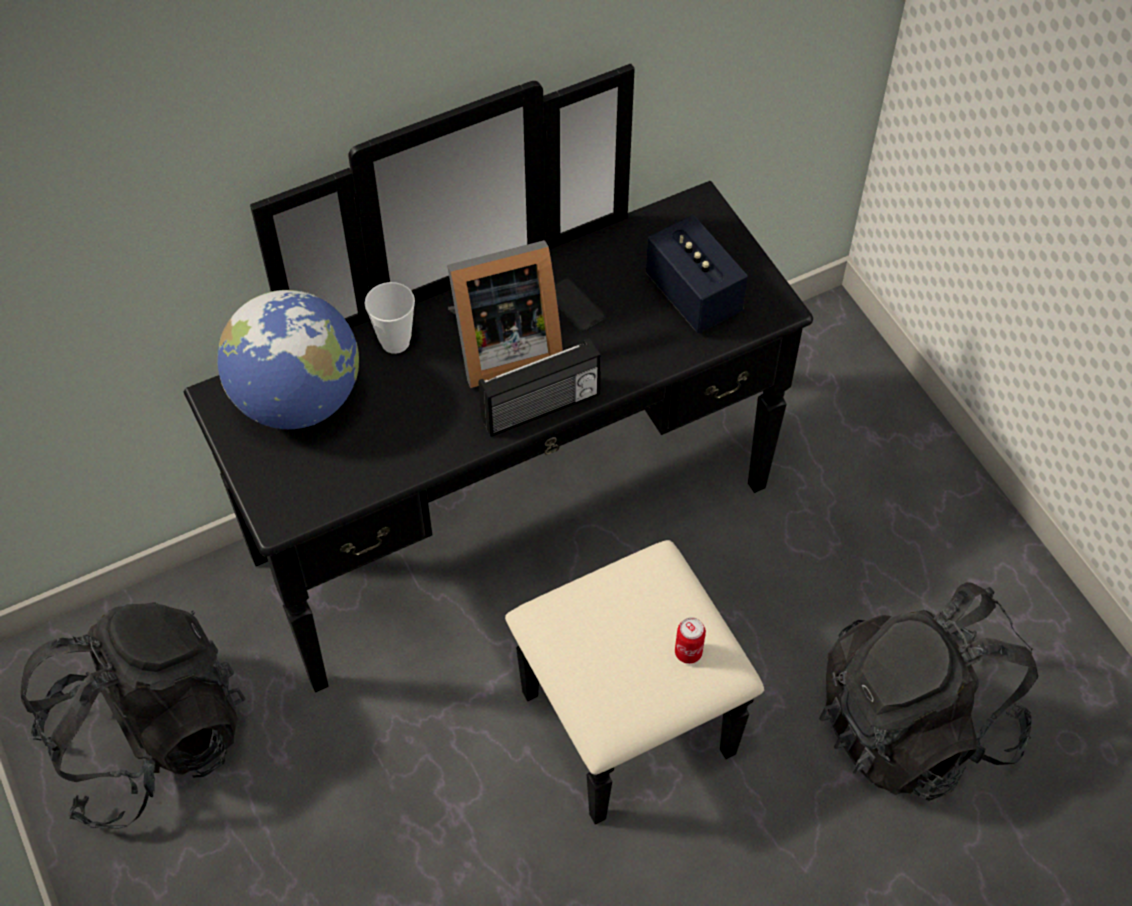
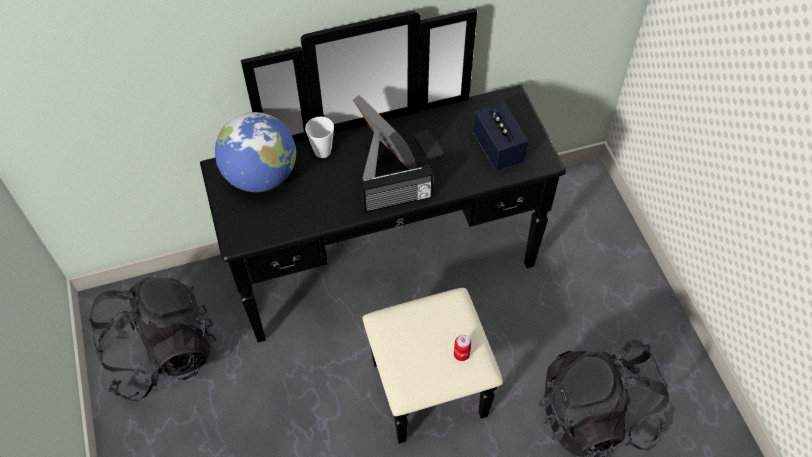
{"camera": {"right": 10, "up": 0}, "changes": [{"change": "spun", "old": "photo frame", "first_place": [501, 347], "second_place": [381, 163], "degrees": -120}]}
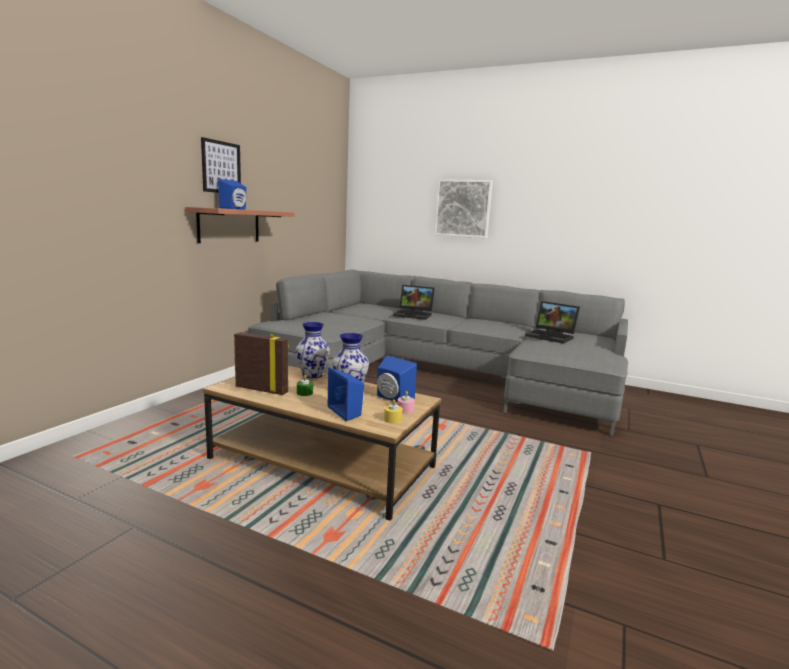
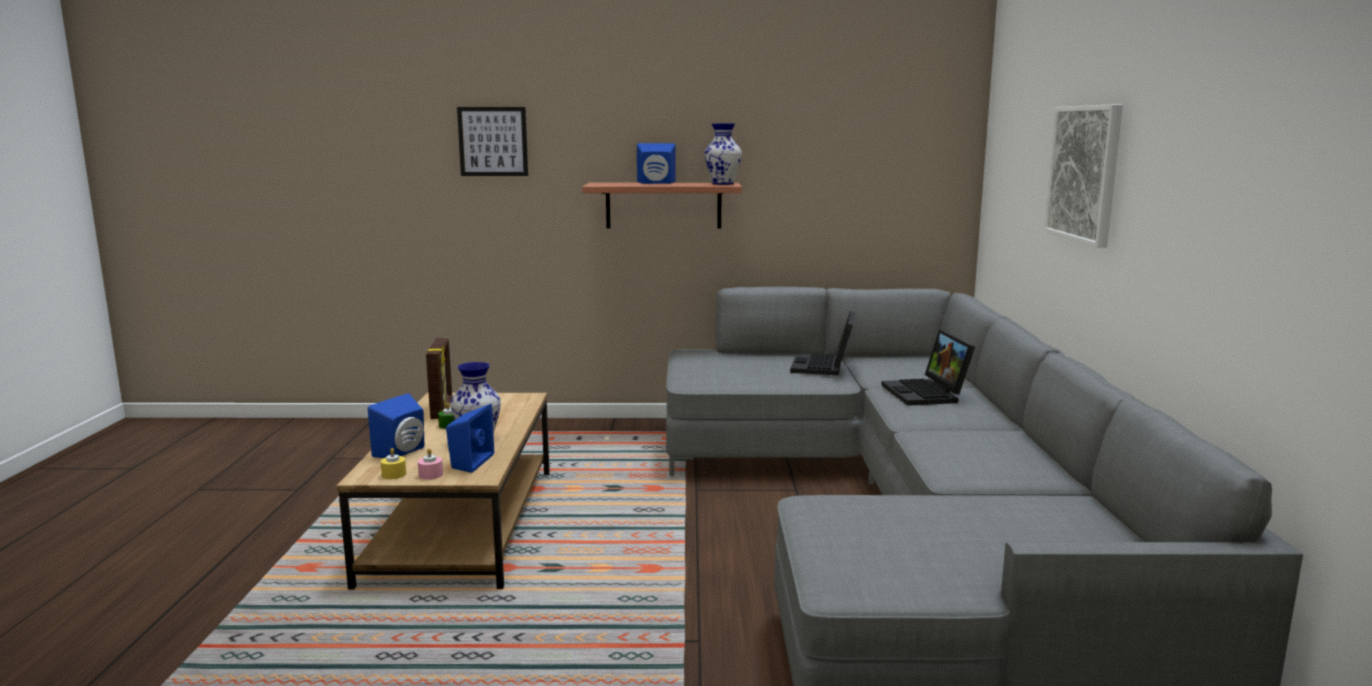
{"camera": {"right": 65, "up": 0}, "changes": [{"change": "relocated", "old": "picture", "first_place": [221, 167], "second_place": [493, 141]}, {"change": "relocated", "old": "laptop", "first_place": [552, 336], "second_place": [824, 366]}, {"change": "relocated", "old": "flower vase", "first_place": [313, 375], "second_place": [722, 183]}]}
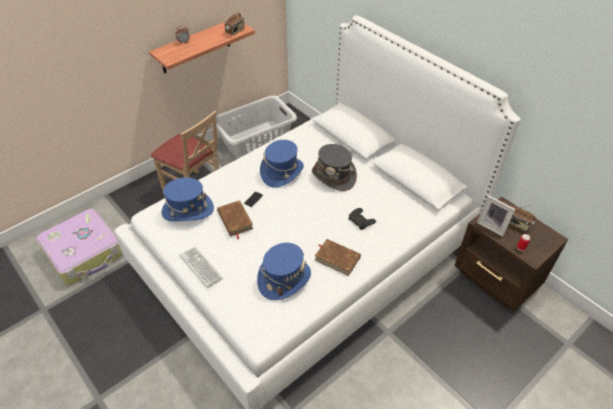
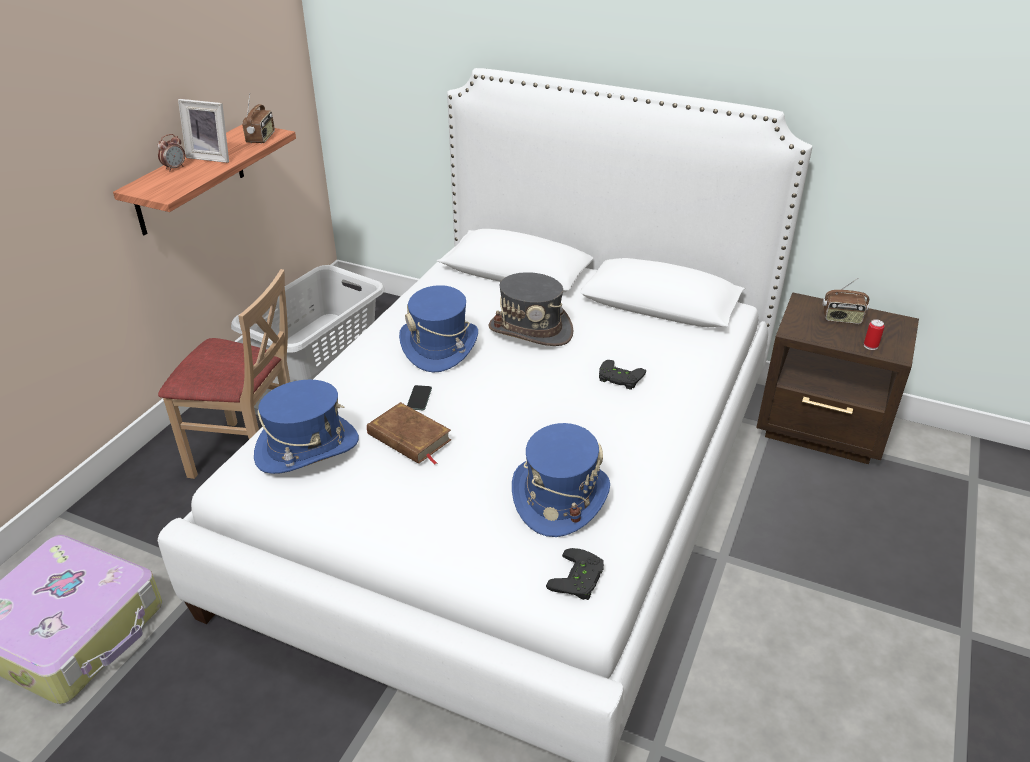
{"camera": {"right": -25, "up": -10}, "changes": [{"change": "relocated", "old": "photo frame", "first_place": [492, 226], "second_place": [212, 157]}, {"change": "missing", "old": "book (brown)", "first_place": [337, 258]}, {"change": "missing", "old": "computer keyboard", "first_place": [201, 267]}, {"change": "appeared", "new": "game controller (black)", "second_place": [580, 579]}]}
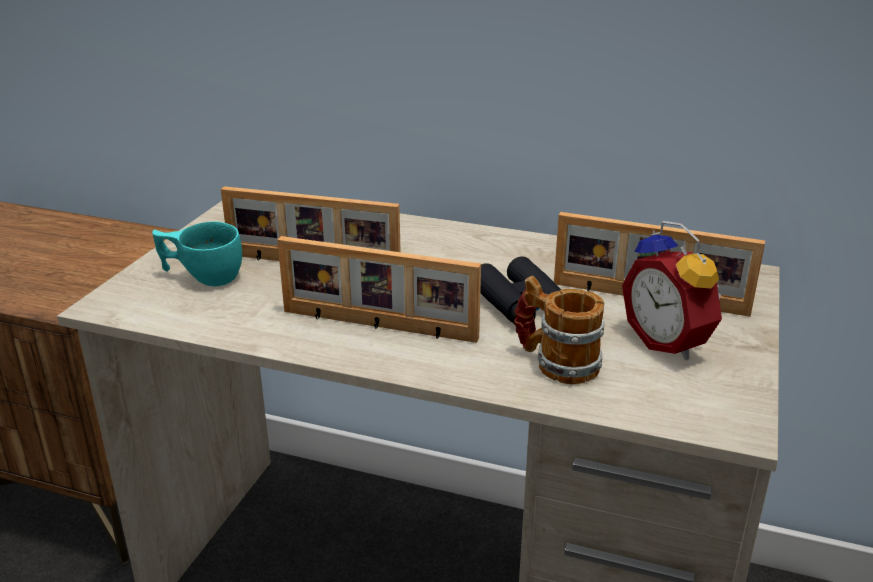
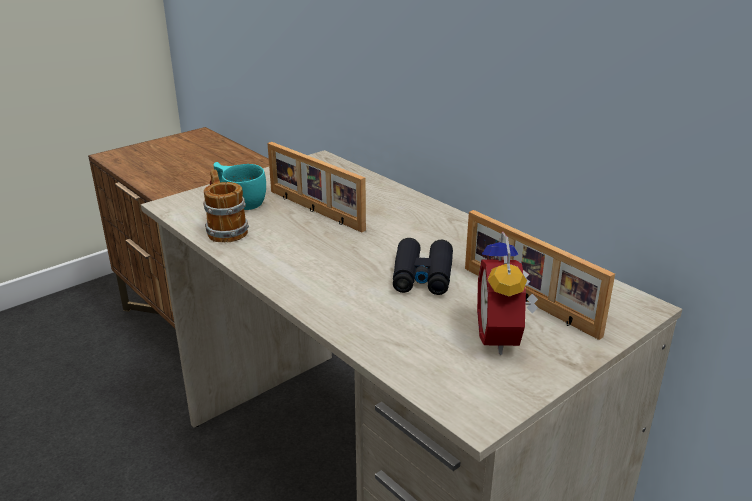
{"camera": {"right": 30, "up": 0}, "changes": [{"change": "missing", "old": "photo frame", "first_place": [378, 326]}, {"change": "relocated", "old": "tea mug", "first_place": [556, 362], "second_place": [225, 229]}]}
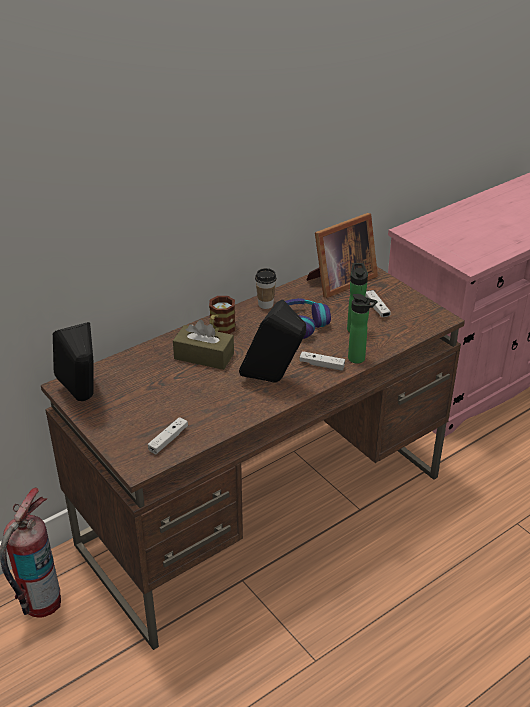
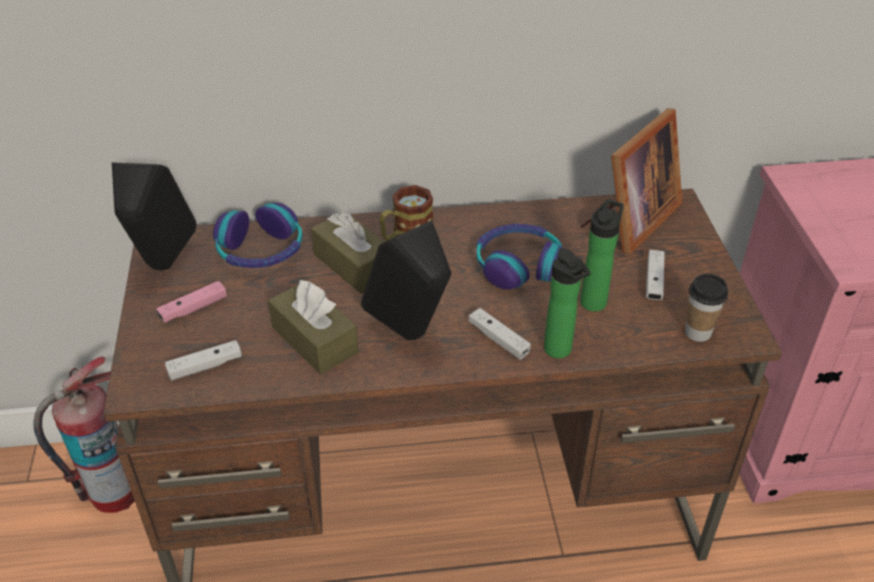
{"camera": {"right": 30, "up": 5}, "changes": [{"change": "spun", "old": "photo frame", "first_place": [339, 282], "second_place": [630, 221], "degrees": -45}, {"change": "relocated", "old": "cup", "first_place": [265, 304], "second_place": [697, 332]}, {"change": "appeared", "new": "headphones", "second_place": [261, 250]}, {"change": "appeared", "new": "tissue box (brown)", "second_place": [314, 340]}, {"change": "appeared", "new": "game controller (pink)", "second_place": [193, 308]}]}
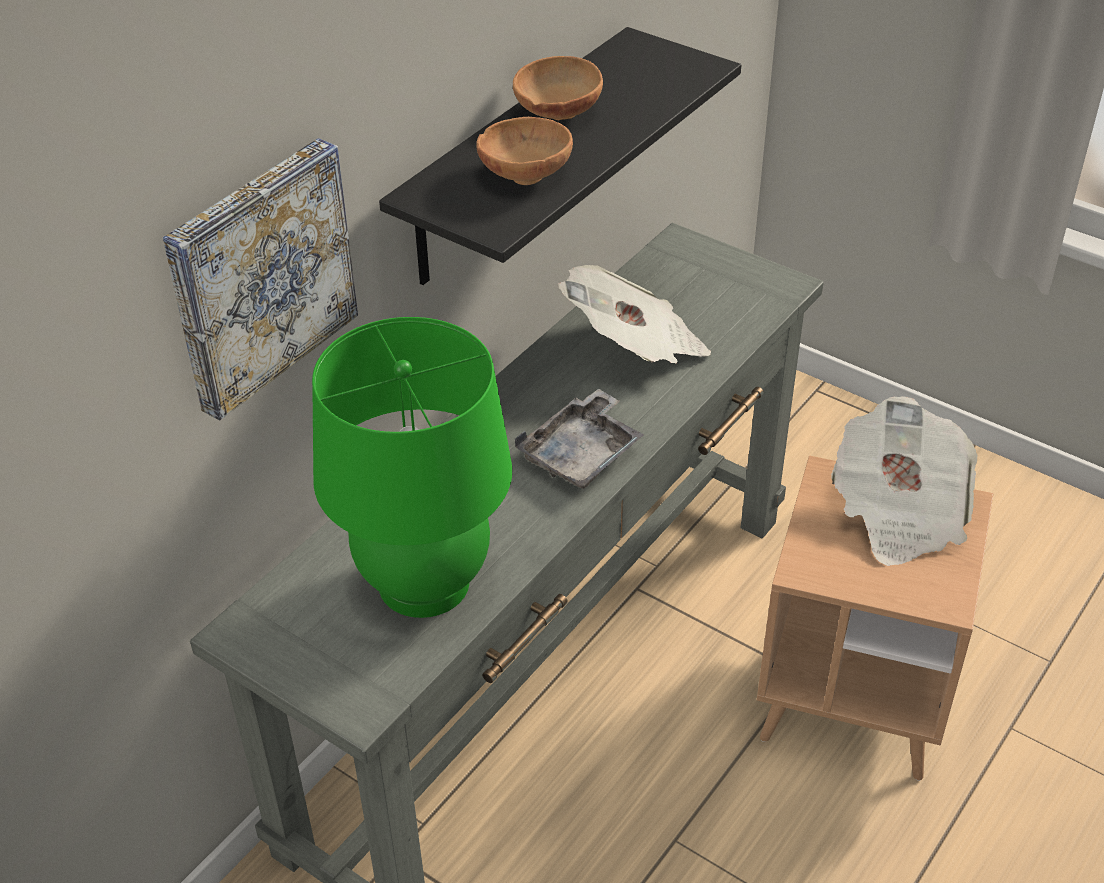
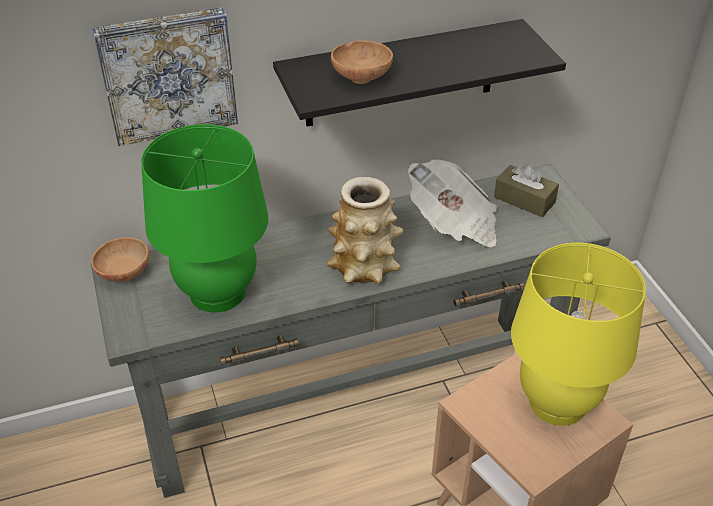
{"camera": {"right": 35, "up": 0}, "changes": [{"change": "relocated", "old": "deep dish (brown)", "first_place": [556, 113], "second_place": [123, 273]}, {"change": "exchanged", "old": "serving tray (greyish)", "new": "flower vase", "first_place": [582, 454], "second_place": [364, 267]}, {"change": "exchanged", "old": "newspaper", "new": "lamp for a table (yellow-coloured)", "first_place": [898, 512], "second_place": [557, 402]}, {"change": "appeared", "new": "tissue box (brown)", "second_place": [524, 200]}]}
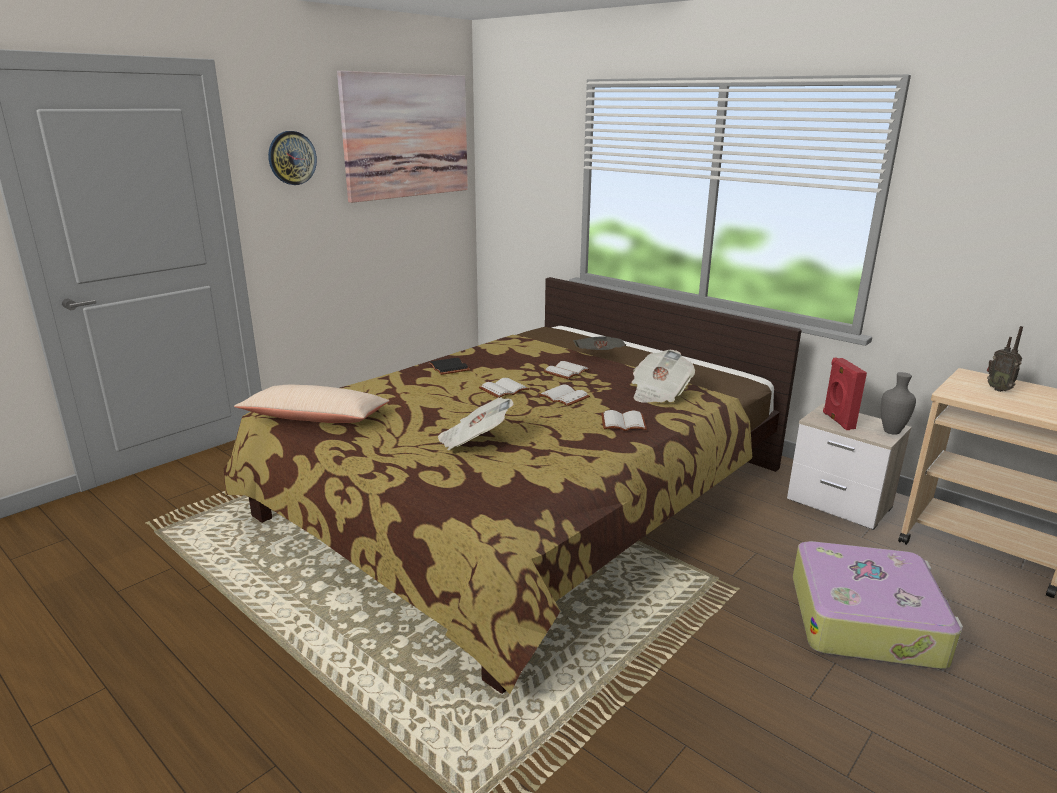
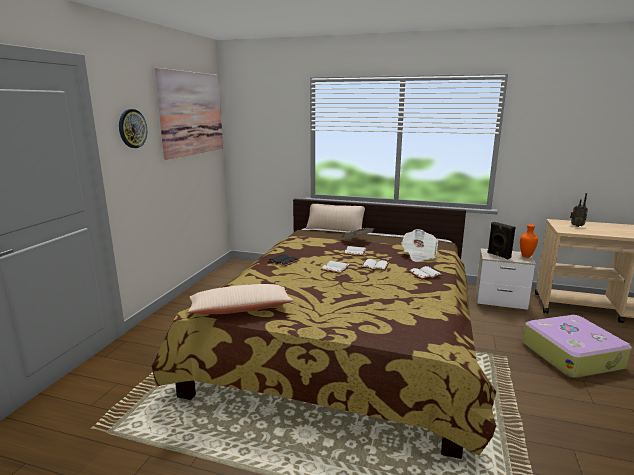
{"camera": {"right": -25, "up": -5}, "changes": [{"change": "colour", "old": "loudspeaker (red)", "new": "loudspeaker (black)", "first_place": [837, 421], "second_place": [498, 255]}, {"change": "colour", "old": "flower vase (greyish)", "new": "flower vase (orangey)", "first_place": [892, 432], "second_place": [526, 256]}, {"change": "missing", "old": "newspaper", "first_place": [474, 441]}, {"change": "appeared", "new": "throw pillow (beige)", "second_place": [335, 229]}]}
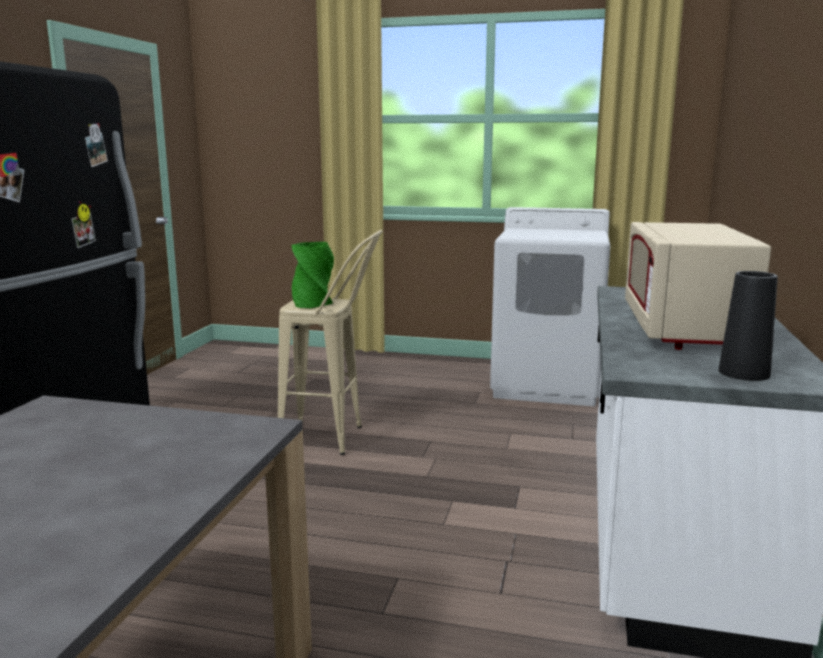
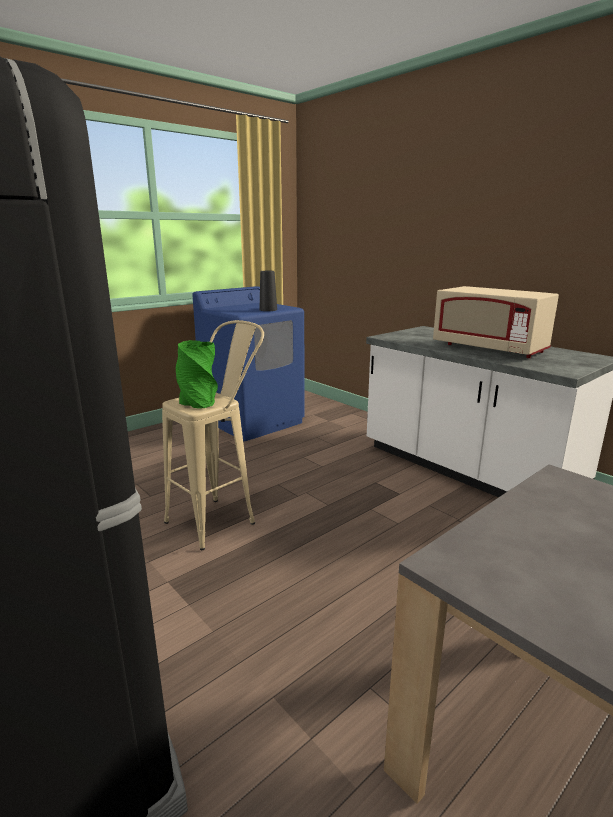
{"camera": {"right": -55, "up": 5}, "changes": [{"change": "colour", "old": "laundry machine (white)", "new": "laundry machine (blue)", "first_place": [547, 385], "second_place": [253, 421]}, {"change": "relocated", "old": "flower vase (black)", "first_place": [744, 373], "second_place": [268, 310]}]}
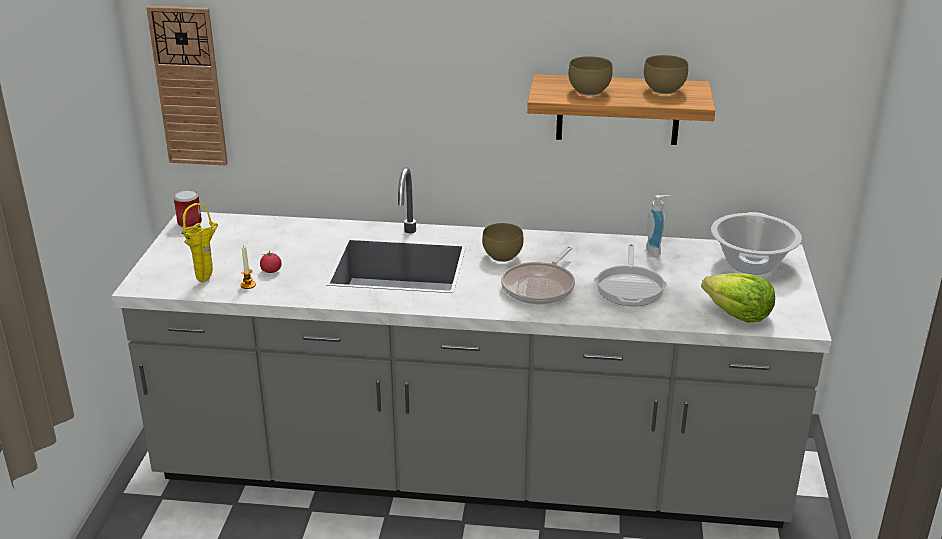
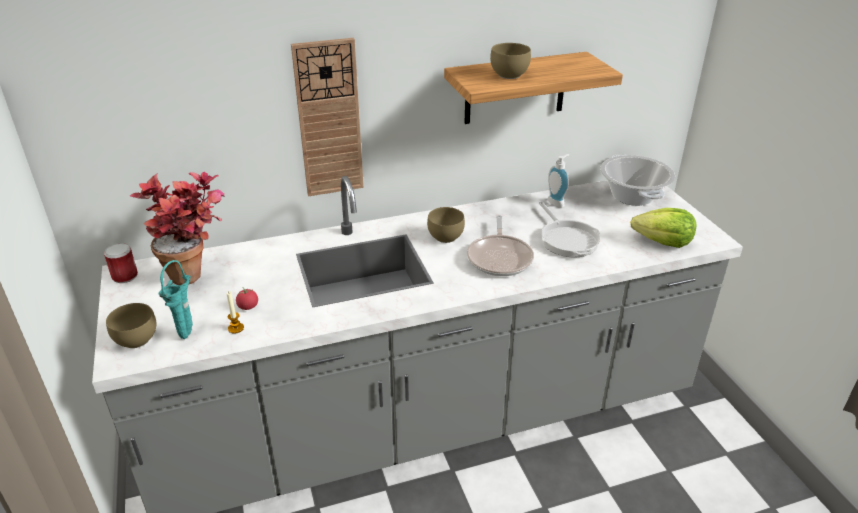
{"camera": {"right": -25, "up": 5}, "changes": [{"change": "relocated", "old": "clock on the wall", "first_place": [189, 87], "second_place": [329, 120]}, {"change": "relocated", "old": "deep dish (brown)", "first_place": [663, 90], "second_place": [136, 341]}, {"change": "colour", "old": "flower vase (yellow-coloured)", "new": "flower vase (turquoise)", "first_place": [207, 280], "second_place": [188, 334]}, {"change": "appeared", "new": "potted plant", "second_place": [197, 273]}]}
